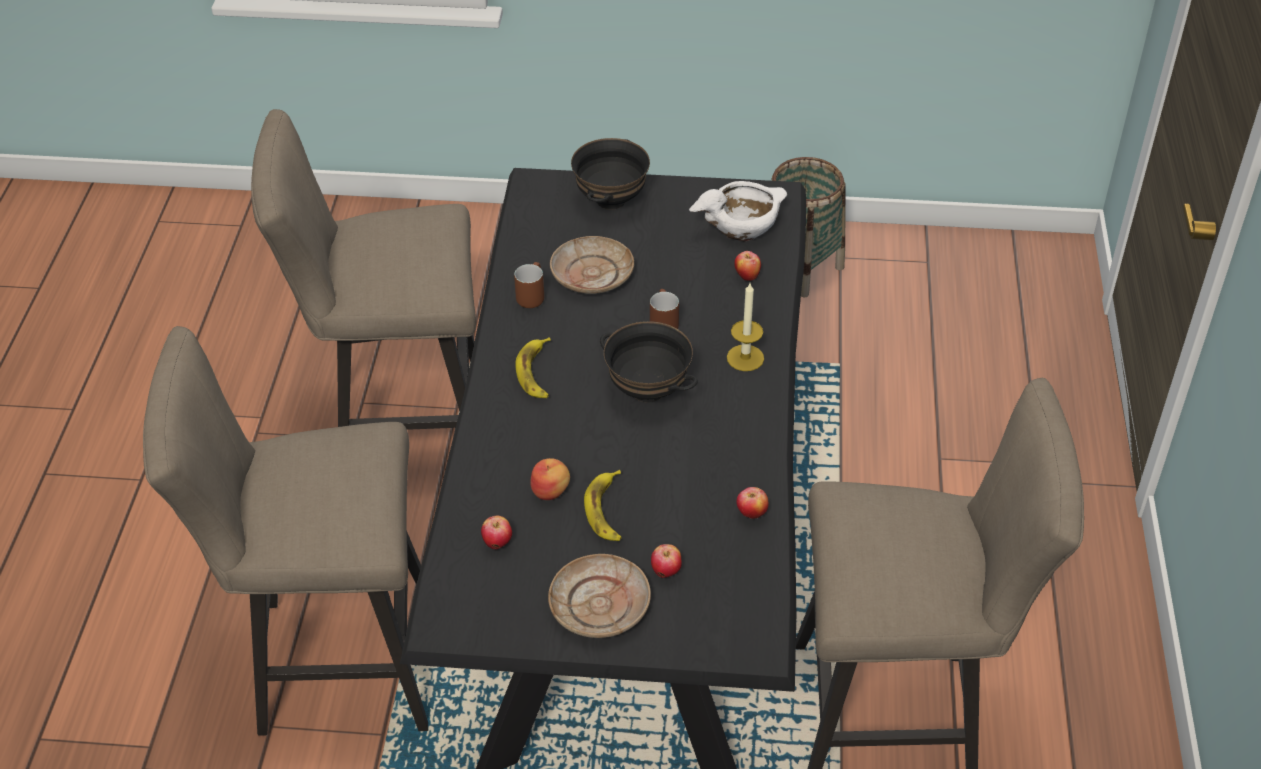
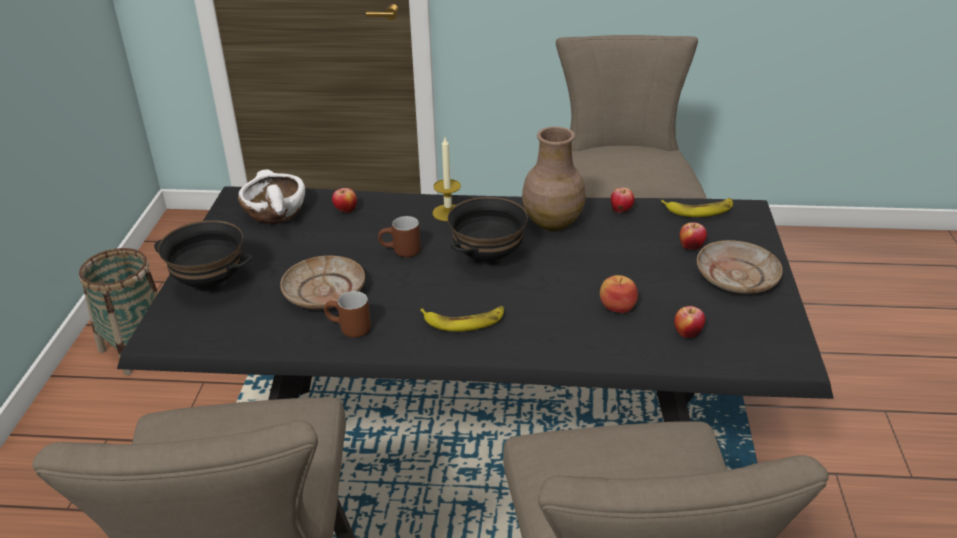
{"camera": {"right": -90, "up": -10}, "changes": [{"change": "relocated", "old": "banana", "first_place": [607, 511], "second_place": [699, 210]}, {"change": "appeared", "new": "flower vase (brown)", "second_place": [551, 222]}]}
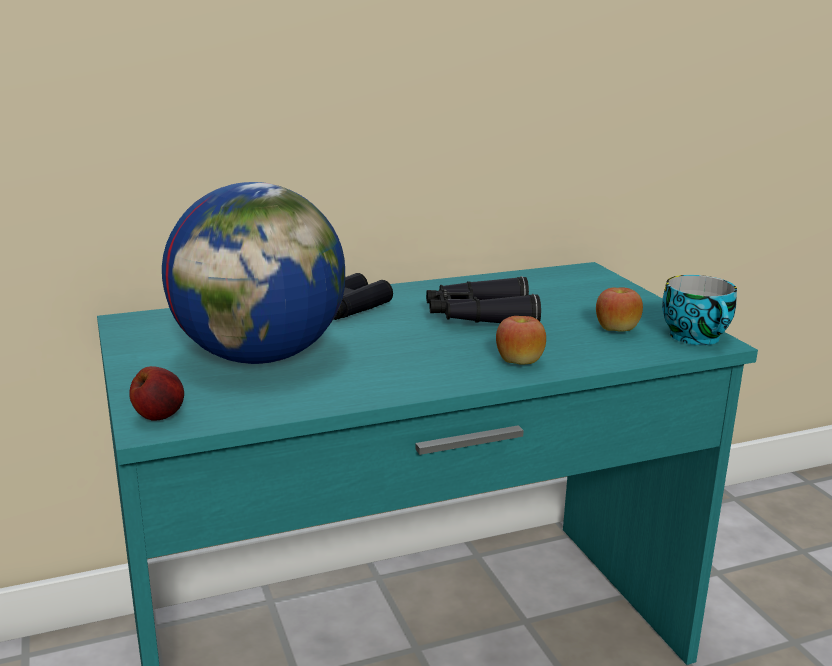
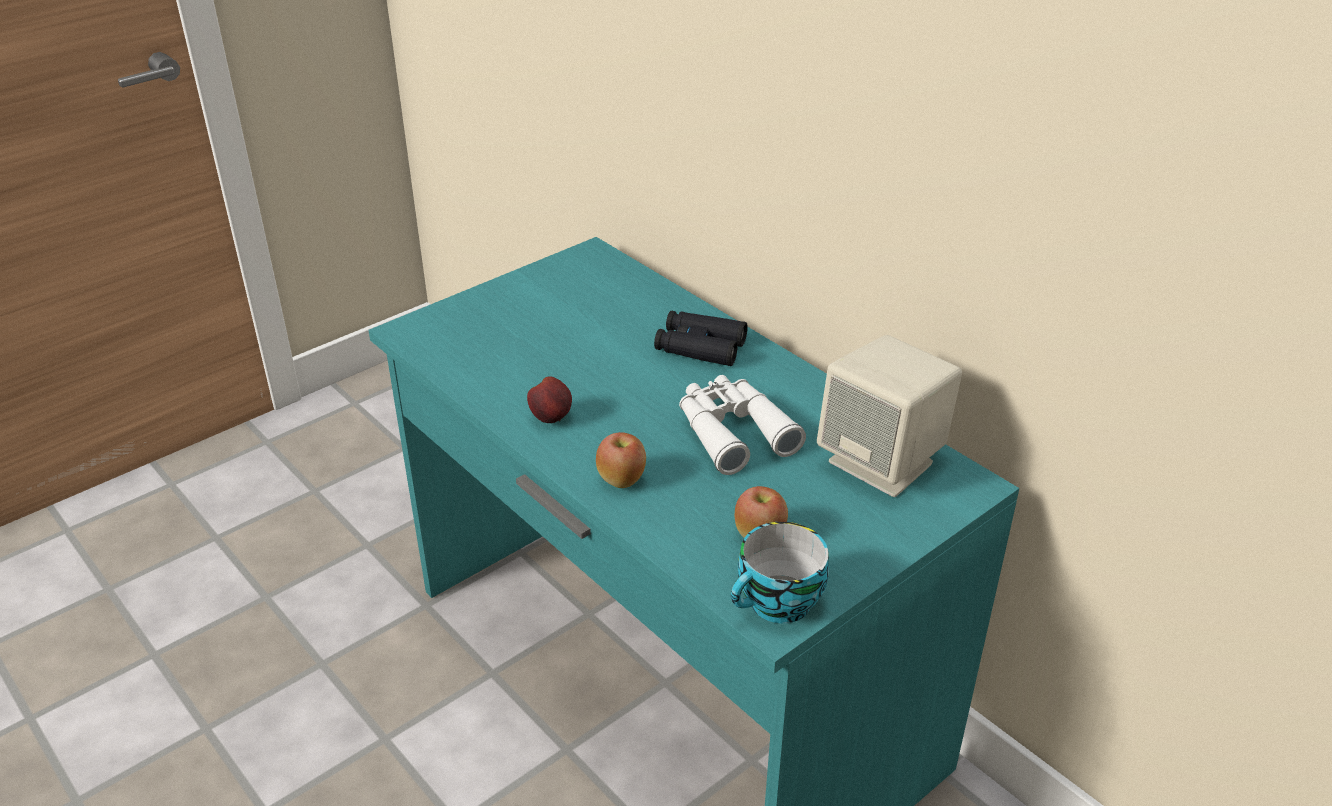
{"camera": {"right": 70, "up": 15}, "changes": [{"change": "missing", "old": "globe", "first_place": [261, 356]}, {"change": "colour", "old": "pair of binoculars (black)", "new": "pair of binoculars (white)", "first_place": [479, 317], "second_place": [732, 432]}, {"change": "relocated", "old": "apple", "first_place": [159, 416], "second_place": [552, 418]}, {"change": "appeared", "new": "loudspeaker (beige)", "second_place": [882, 462]}]}
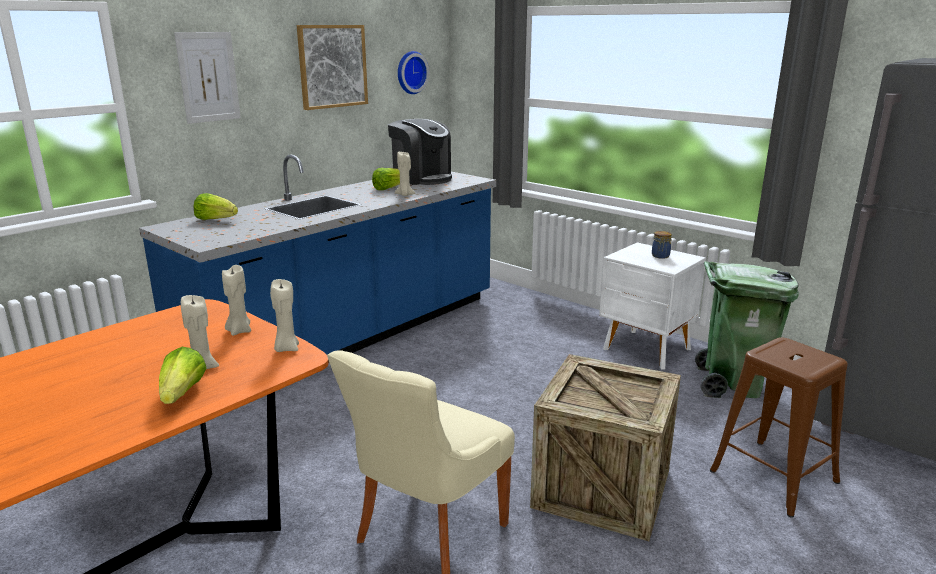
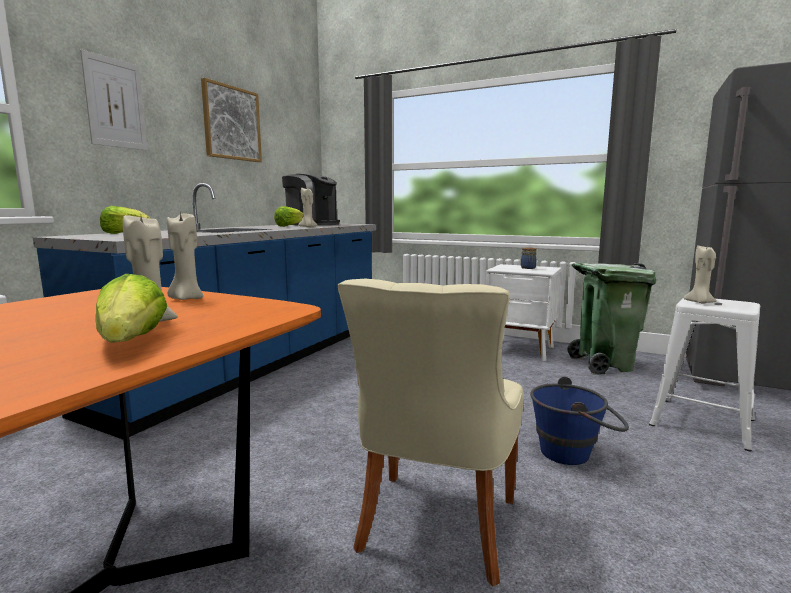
{"camera": {"right": -15, "up": -10}, "changes": [{"change": "missing", "old": "clock on the wall", "first_place": [410, 72]}, {"change": "relocated", "old": "wax light (beige)", "first_place": [286, 348], "second_place": [699, 302]}, {"change": "colour", "old": "stool seat (brown)", "new": "stool seat (white)", "first_place": [773, 476], "second_place": [702, 422]}, {"change": "exchanged", "old": "crate", "new": "bucket (blue)", "first_place": [602, 489], "second_place": [575, 453]}]}
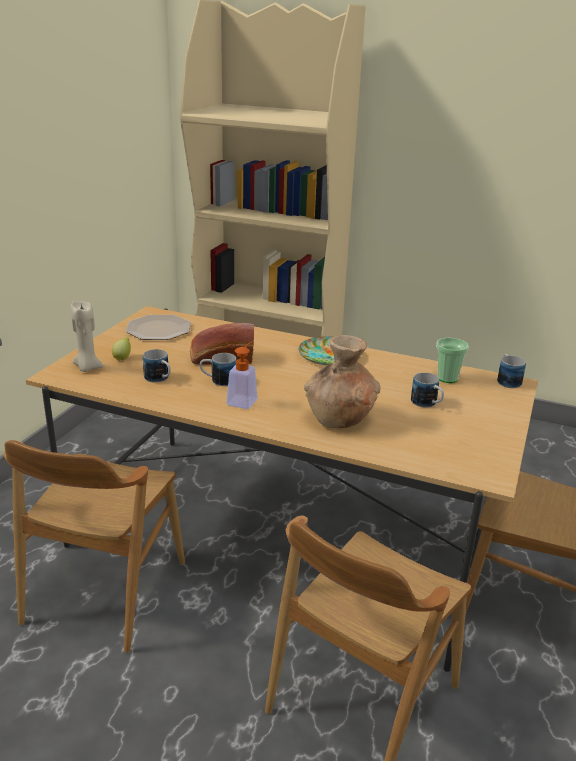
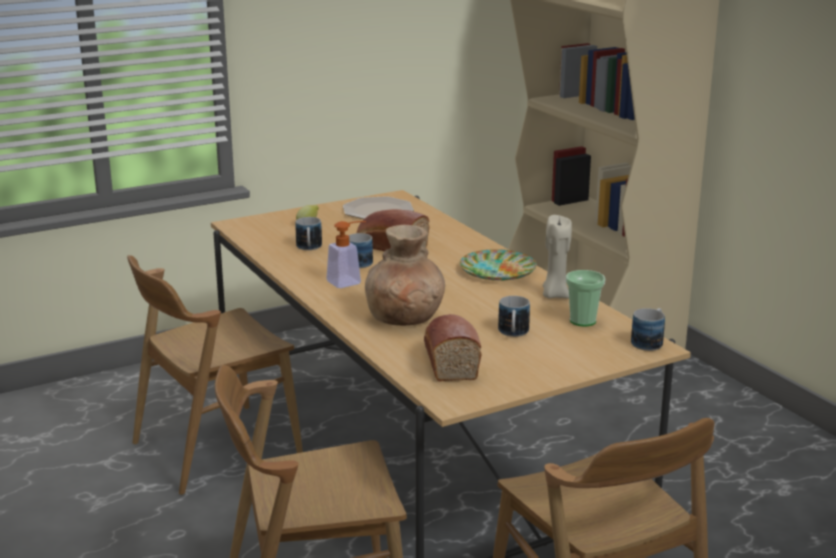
{"camera": {"right": 40, "up": -5}, "changes": [{"change": "relocated", "old": "wax light (beige)", "first_place": [87, 368], "second_place": [554, 295]}, {"change": "appeared", "new": "bread", "second_place": [450, 361]}]}
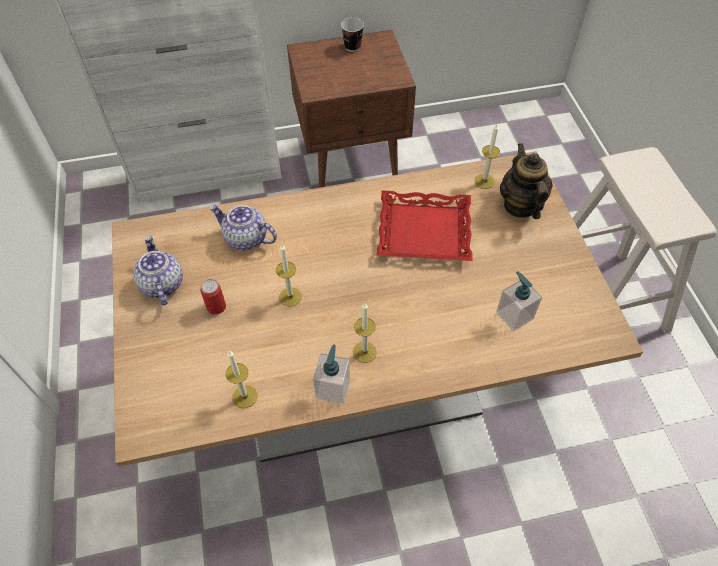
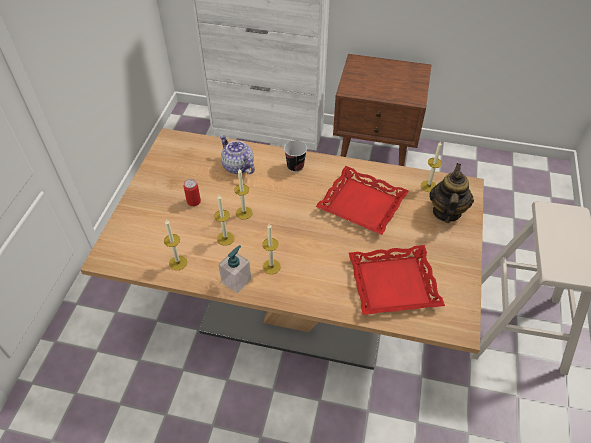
{"camera": {"right": 25, "up": -5}, "changes": [{"change": "relocated", "old": "cup", "first_place": [352, 46], "second_place": [295, 166]}, {"change": "missing", "old": "tea pot", "first_place": [161, 284]}, {"change": "exchanged", "old": "liquid soap bottle", "new": "serving tray (red)", "first_place": [514, 315], "second_place": [393, 285]}, {"change": "appeared", "new": "wax light", "second_place": [225, 238]}]}
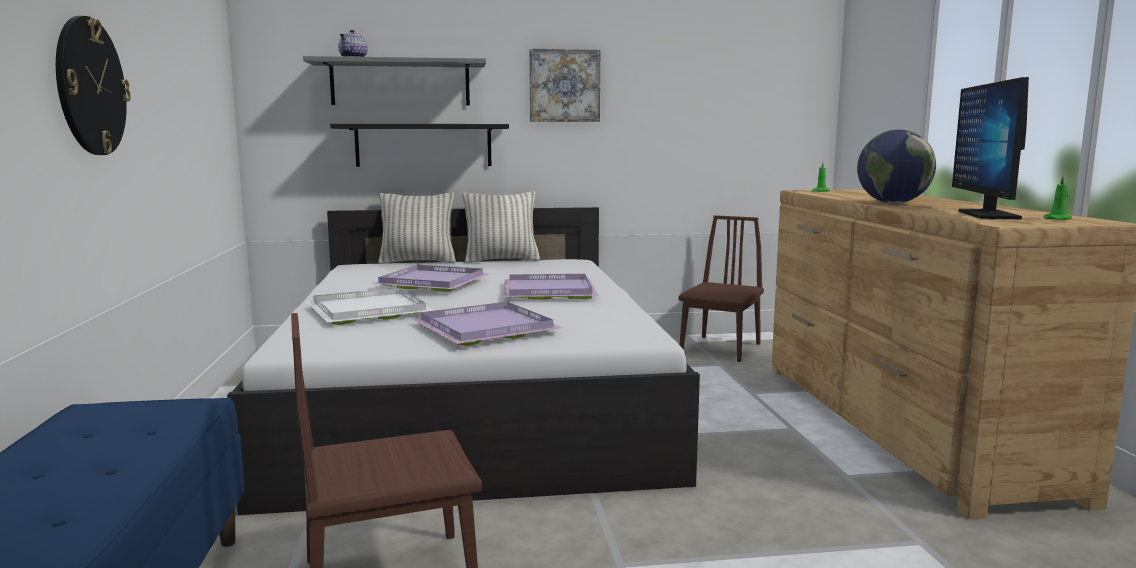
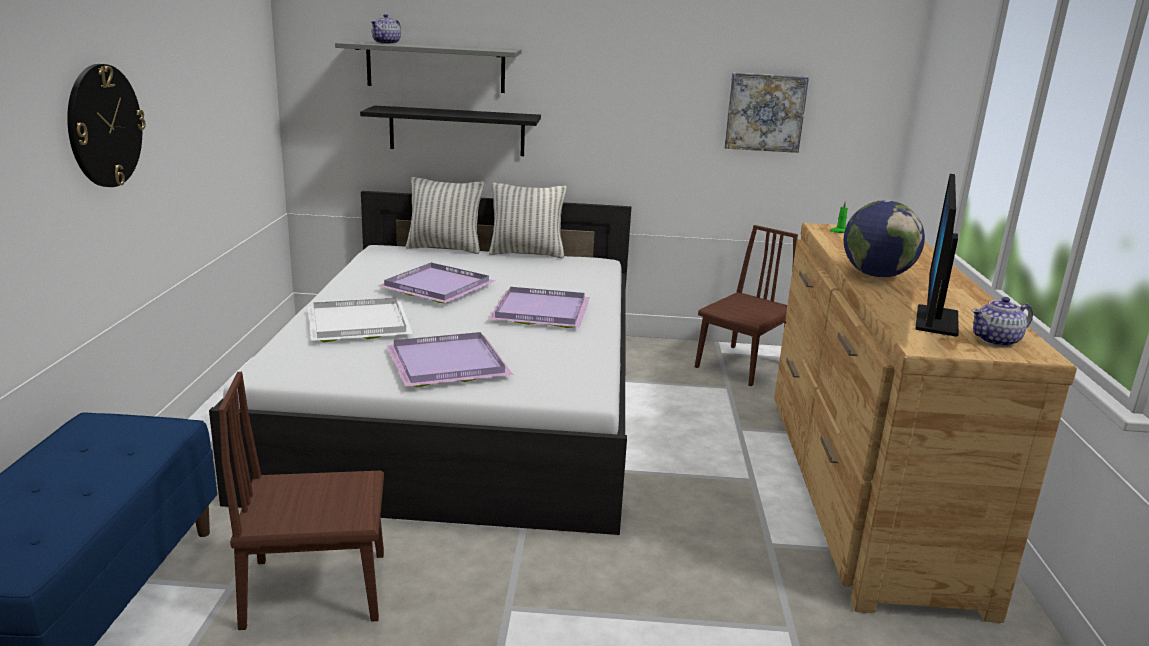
{"camera": {"right": 10, "up": 10}, "changes": [{"change": "relocated", "old": "picture", "first_place": [564, 86], "second_place": [765, 112]}, {"change": "exchanged", "old": "wax light (green-coloured)", "new": "tea pot", "first_place": [1058, 219], "second_place": [997, 341]}]}
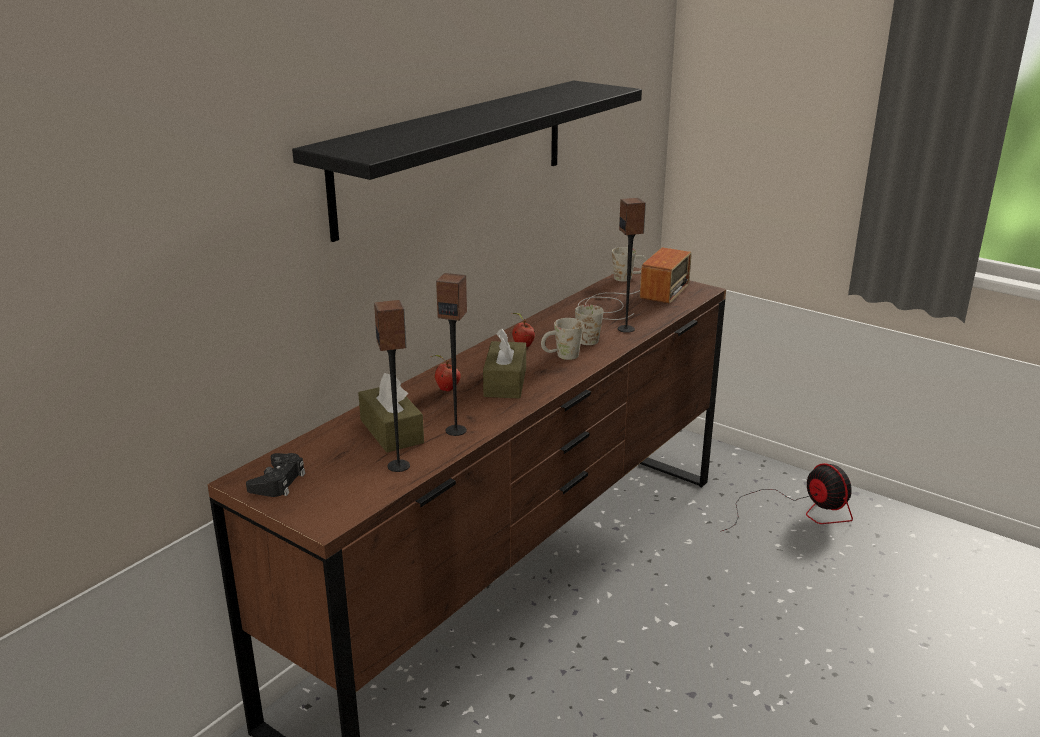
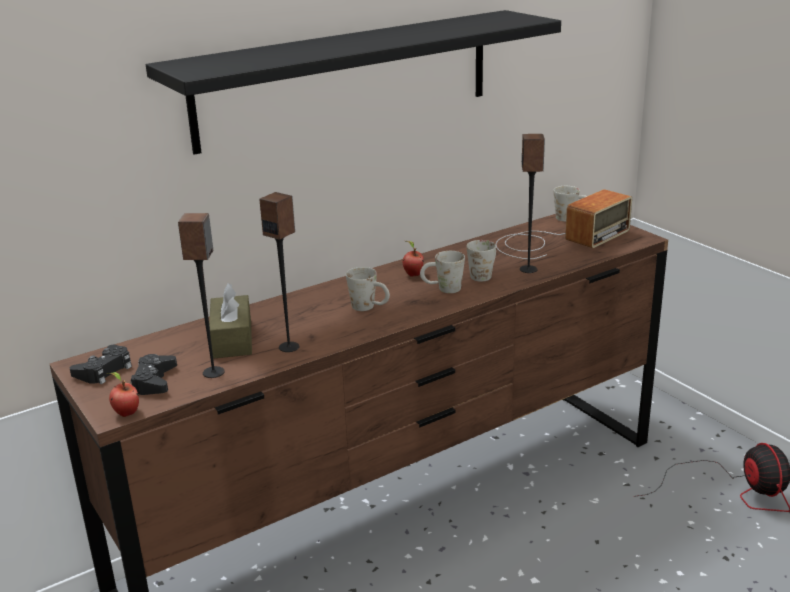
{"camera": {"right": 20, "up": 0}, "changes": [{"change": "exchanged", "old": "tissue box (brown)", "new": "tea mug (white)", "first_place": [505, 382], "second_place": [369, 307]}, {"change": "relocated", "old": "apple", "first_place": [446, 389], "second_place": [125, 413]}, {"change": "appeared", "new": "game controller (black)", "second_place": [154, 381]}]}
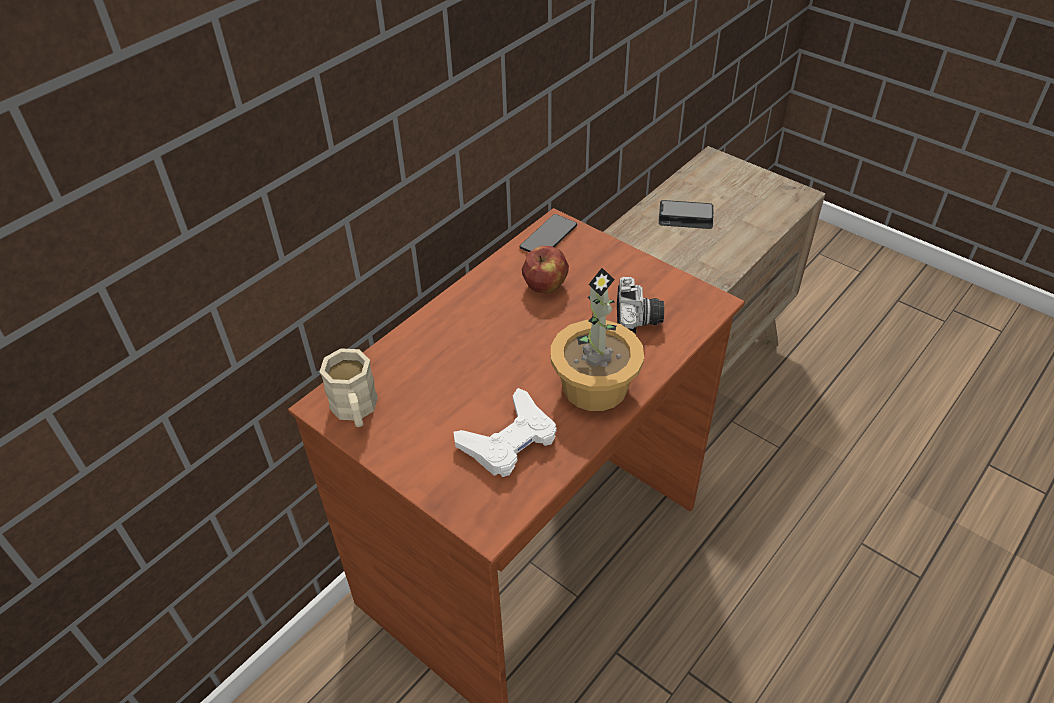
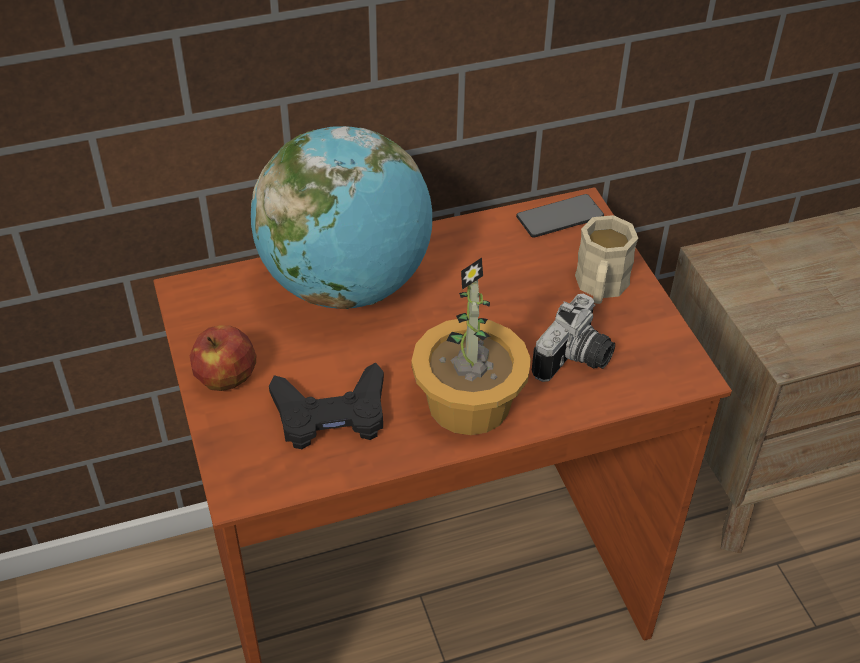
{"camera": {"right": 30, "up": 0}, "changes": [{"change": "missing", "old": "phone", "first_place": [685, 216]}, {"change": "relocated", "old": "apple", "first_place": [546, 285], "second_place": [226, 378]}, {"change": "relocated", "old": "tea mug (beige)", "first_place": [355, 410], "second_place": [600, 288]}, {"change": "colour", "old": "game controller (white)", "new": "game controller (black)", "first_place": [509, 440], "second_place": [331, 414]}, {"change": "appeared", "new": "globe", "second_place": [346, 285]}]}
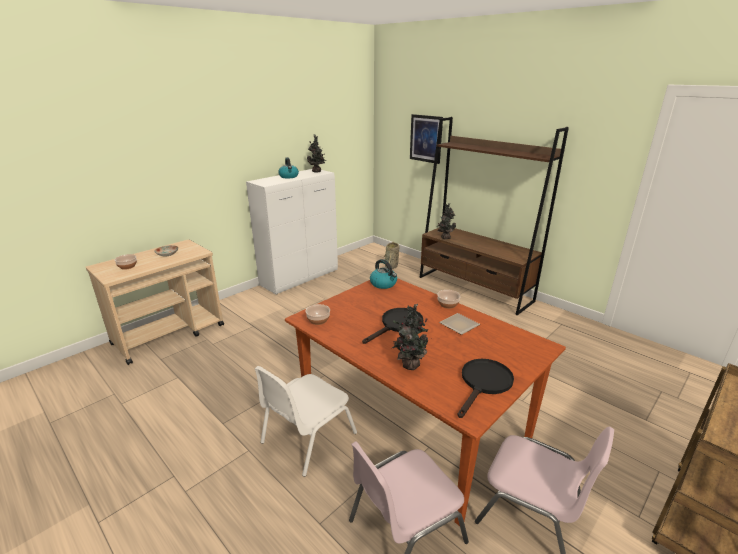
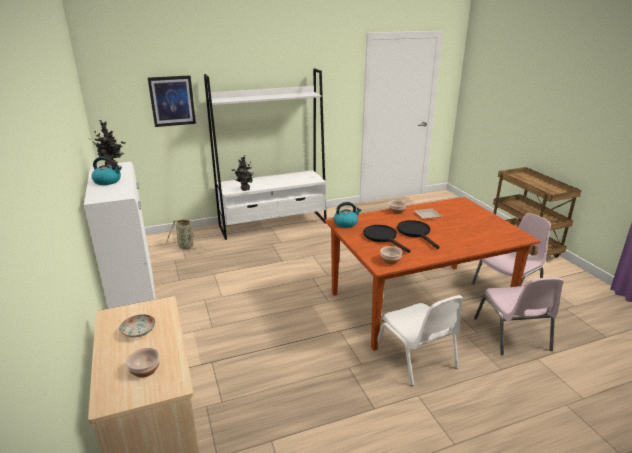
{"camera": {"right": -65, "up": 0}, "changes": [{"change": "colour", "old": "bookshelf (brown)", "new": "bookshelf (white)", "first_place": [474, 289], "second_place": [273, 224]}, {"change": "missing", "old": "potted plant", "first_place": [408, 365]}, {"change": "relocated", "old": "frying pan (black)", "first_place": [484, 384], "second_place": [383, 238]}]}
